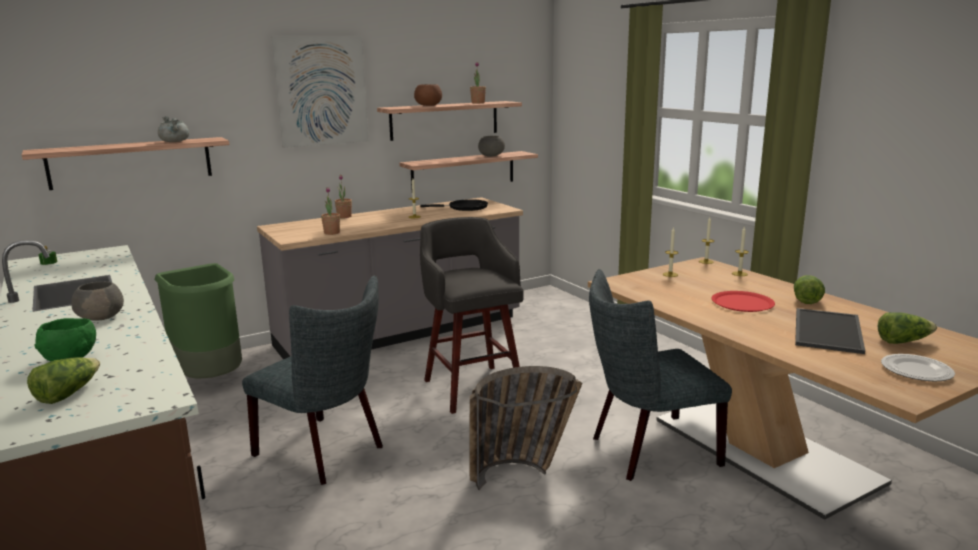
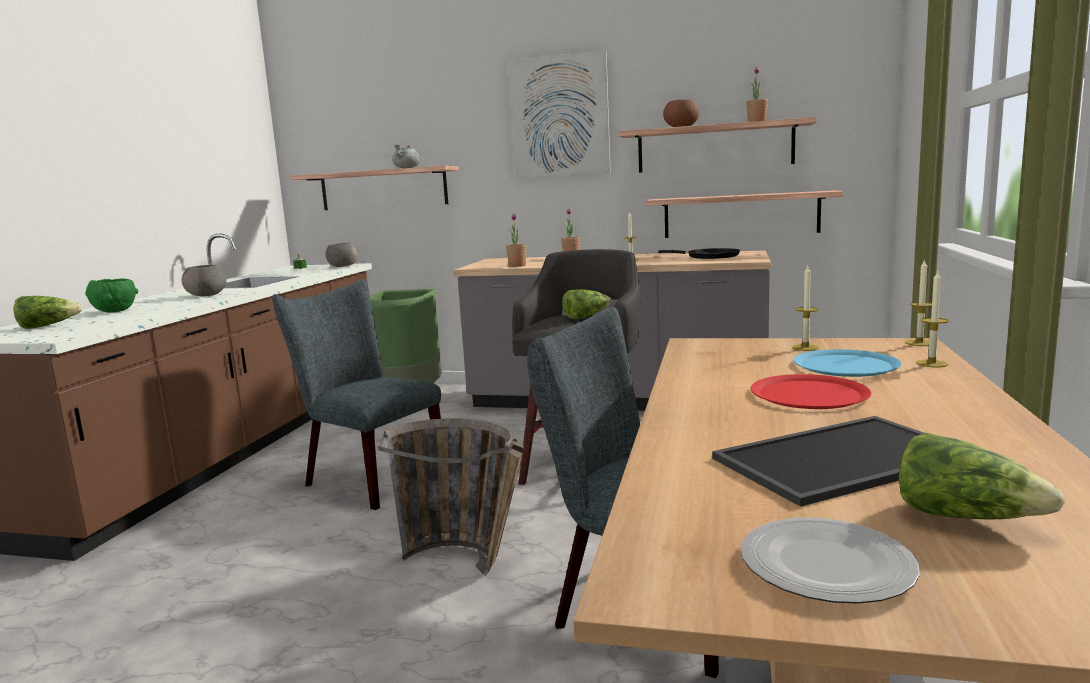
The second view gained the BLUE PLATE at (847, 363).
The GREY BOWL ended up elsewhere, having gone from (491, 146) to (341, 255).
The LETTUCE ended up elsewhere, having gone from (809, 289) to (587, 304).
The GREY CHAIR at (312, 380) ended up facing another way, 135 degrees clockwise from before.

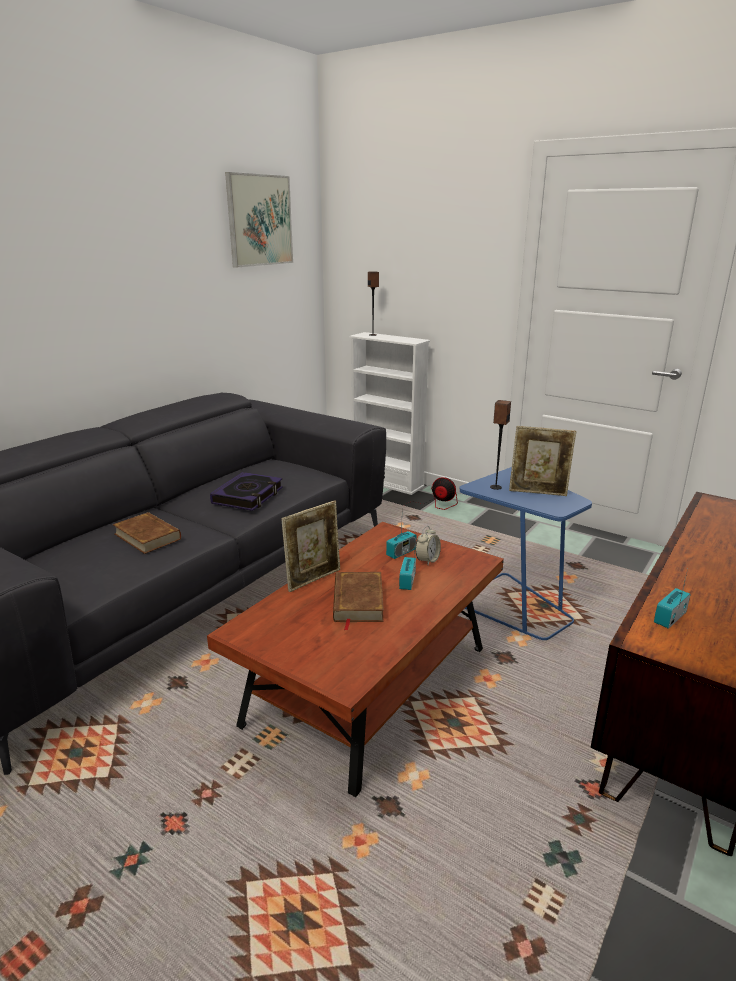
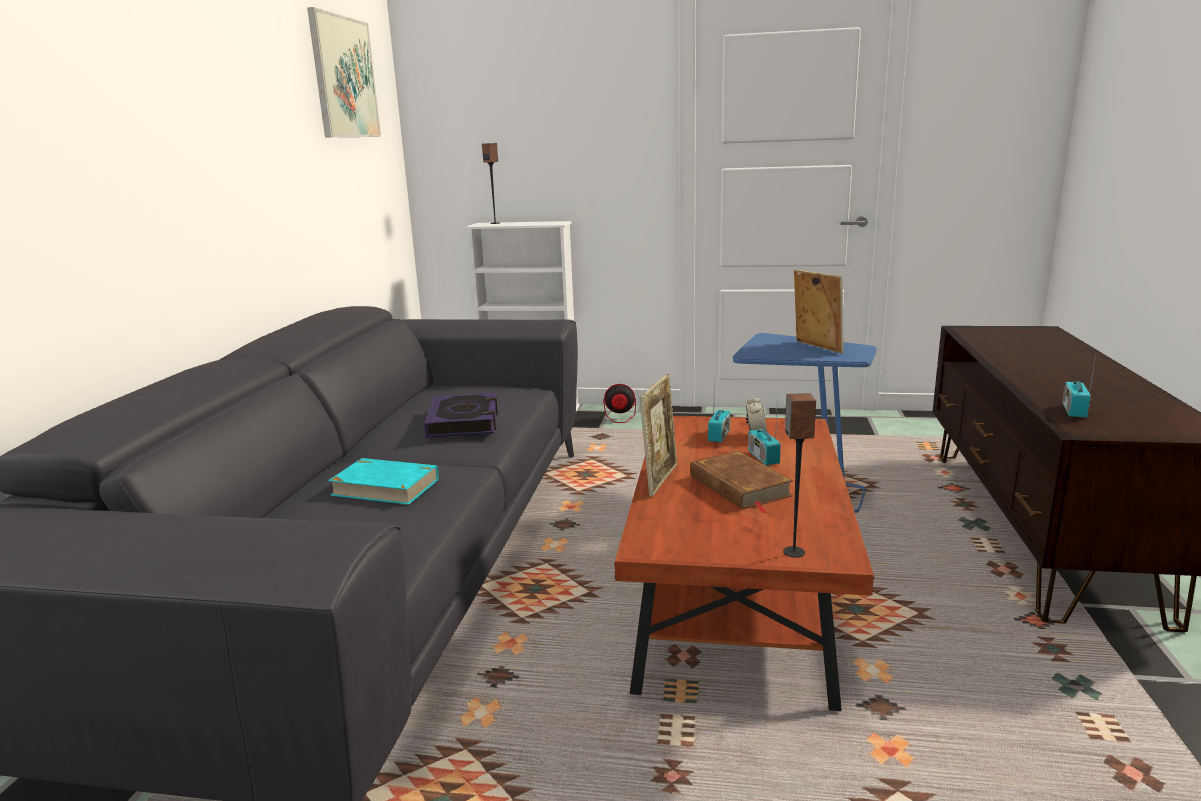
The SPEAKER ended up elsewhere, having gone from (500, 445) to (799, 475).
What was the BROWN BOOK at (147, 533) turned into the TURQUOISE BOOK at (383, 481).
The PICTURE FRAME at (542, 461) ended up facing another way, 105 degrees counterclockwise from before.

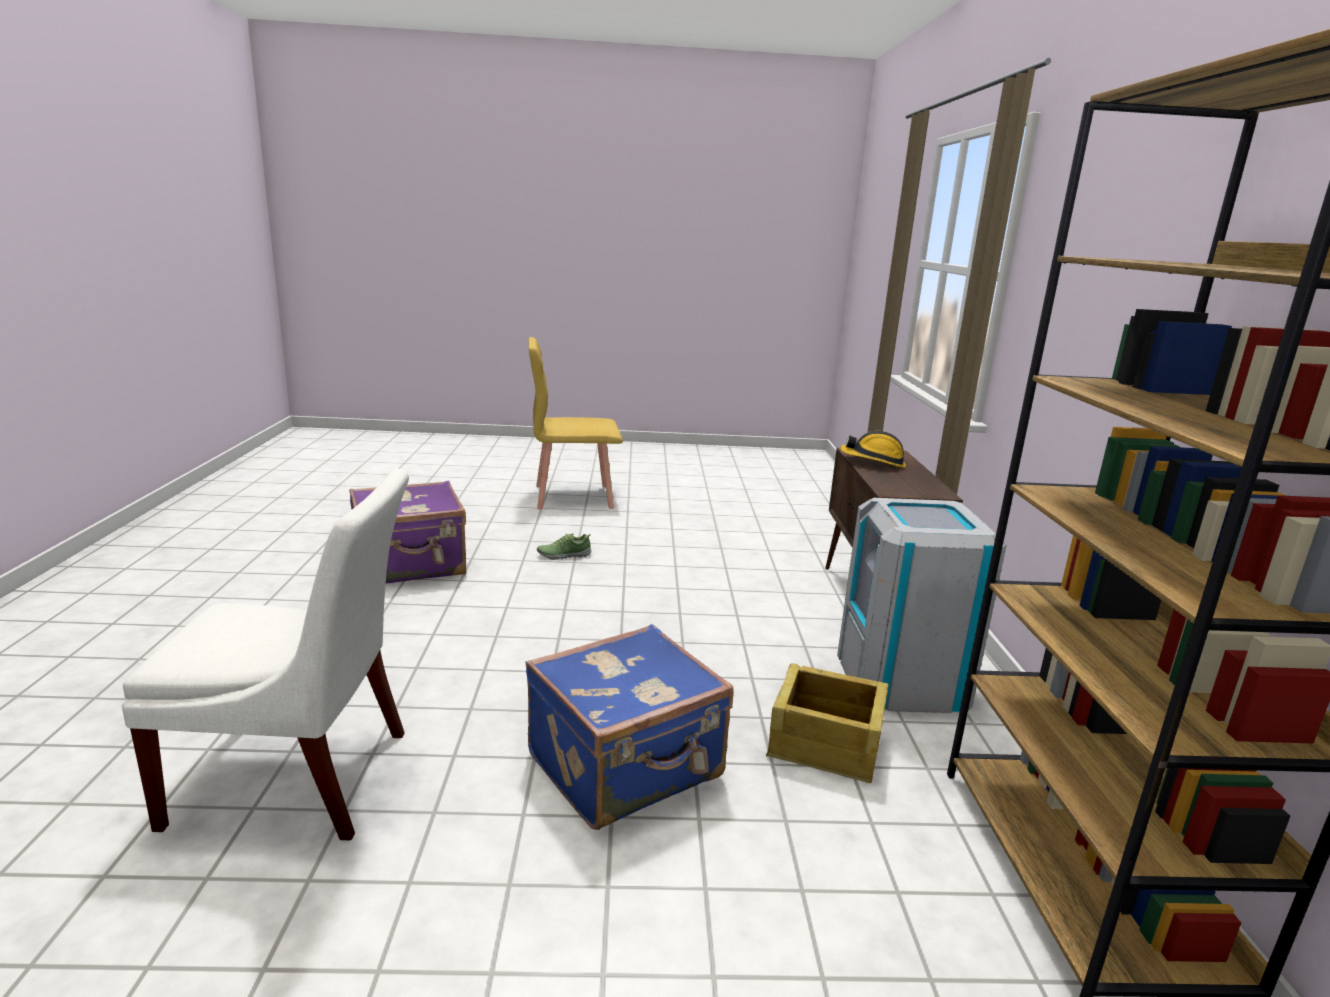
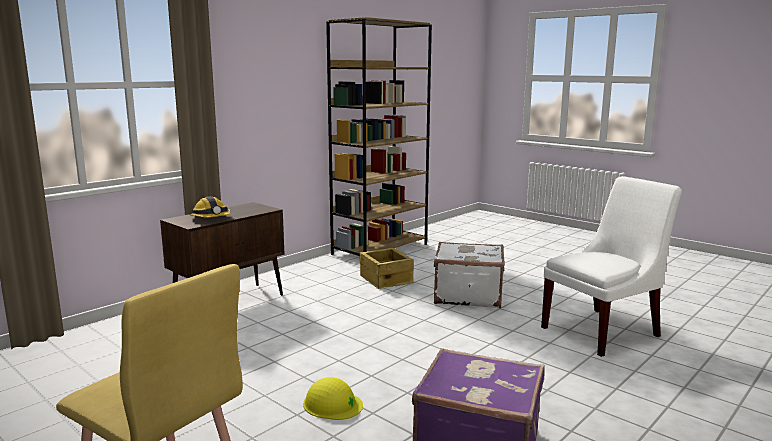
The second view lost the GREY TRASH CAN at (922, 605).
Where the SHOE stood at (564, 546), the YELLOW HARD HAT came to stand at (333, 398).
What was the BLUE SUITCASE at (630, 727) turned into the WHITE SUITCASE at (469, 275).
The WHITE CHAIR at (265, 654) ended up facing another way, 105 degrees clockwise from before.

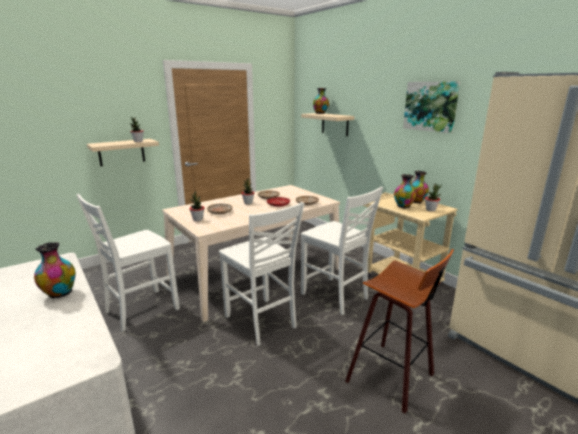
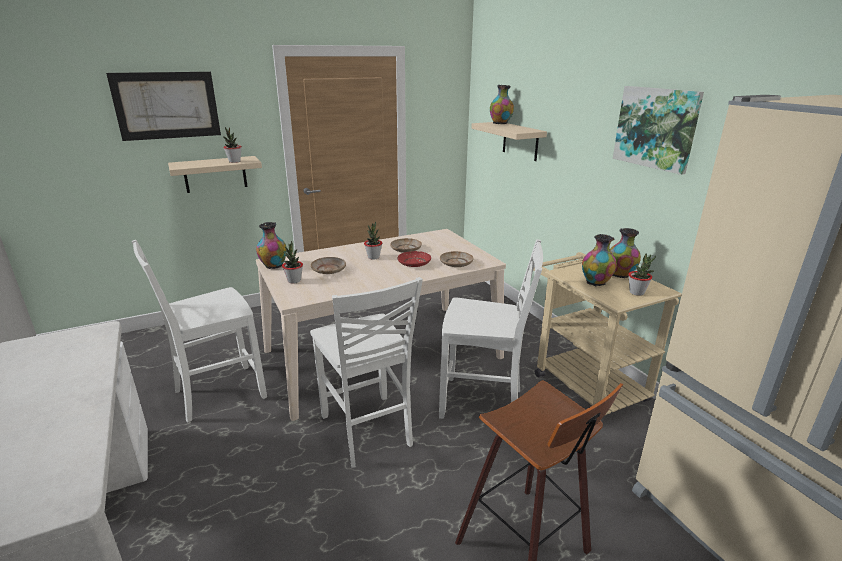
The second view gained the PICTURE at (163, 106).
The VASE ended up elsewhere, having gone from (55, 270) to (271, 245).
The WHITE CHAIR at (342, 250) ended up facing another way, 45 degrees counterclockwise from before.

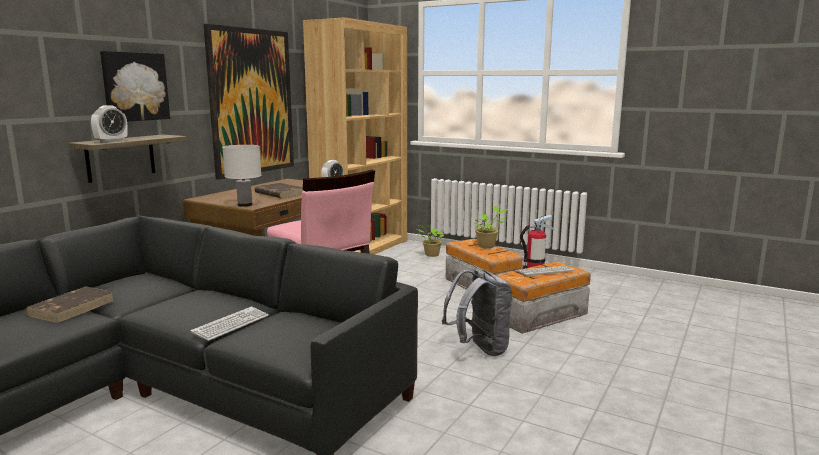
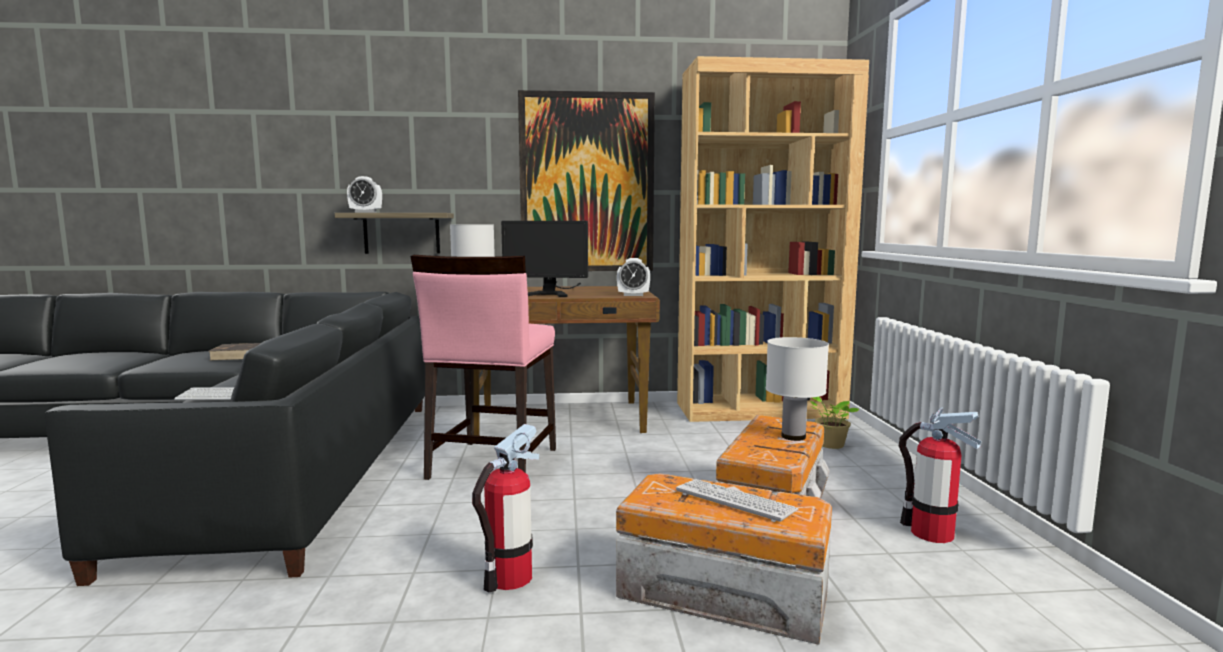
The second view lost the PICTURE at (135, 86).
Where the BROWN BOOK stood at (278, 191), the MONITOR came to stand at (544, 259).
Where the GREY BACKPACK stood at (477, 312), the FIRE EXTINGUISHER came to stand at (505, 508).
Where the POTTED PLANT stood at (491, 227), the WHITE TABLE LAMP came to stand at (797, 389).

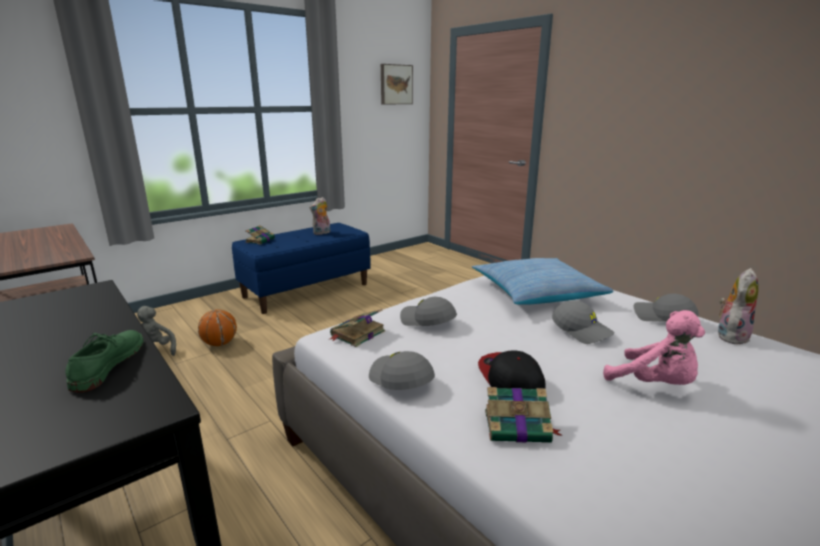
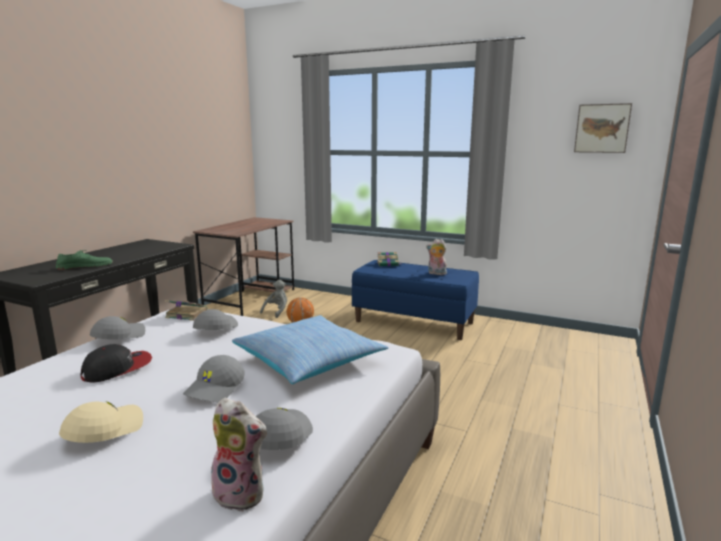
The second view lost the BOOK at (523, 415).
Where the PINK PLUSH TOY stood at (654, 347), the BEIGE CAP came to stand at (101, 422).

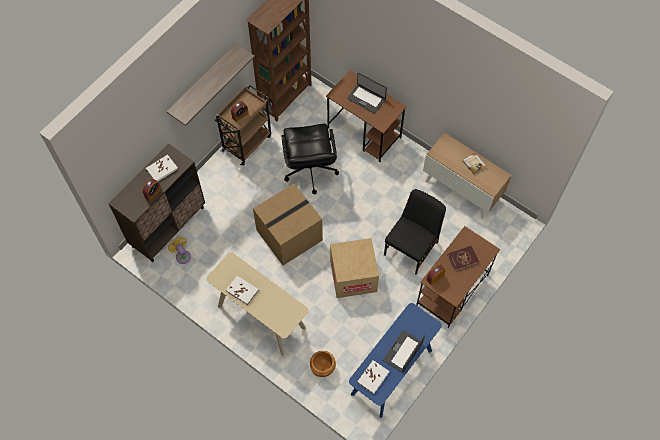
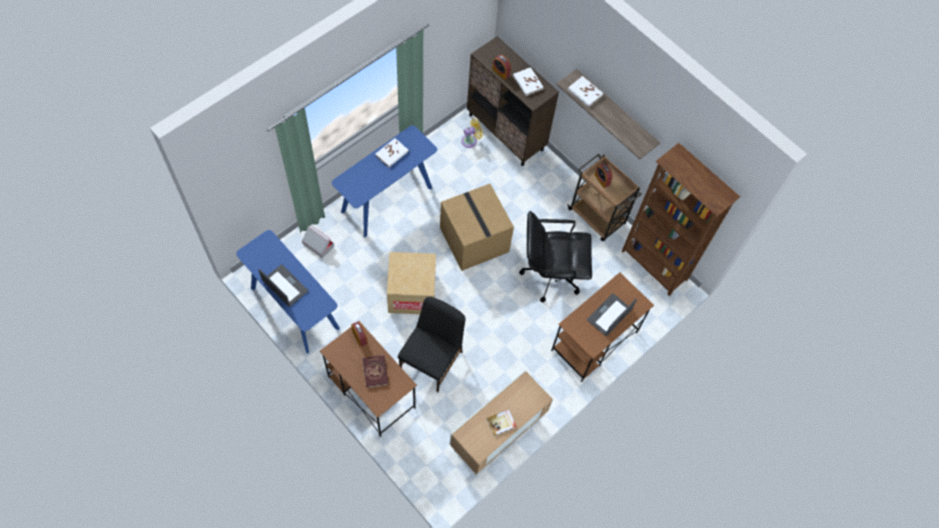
The WHITE BOOK ended up elsewhere, having gone from (373, 377) to (586, 91).
Where the BROWN PLANTER stood at (323, 364), the CARDBOARD BOX came to stand at (318, 242).
What was the BEIGE CONSOLE TABLE at (257, 304) turned into the BLUE CONSOLE TABLE at (384, 181).
The BLACK CHAIR at (415, 232) ended up facing another way, 105 degrees counterclockwise from before.

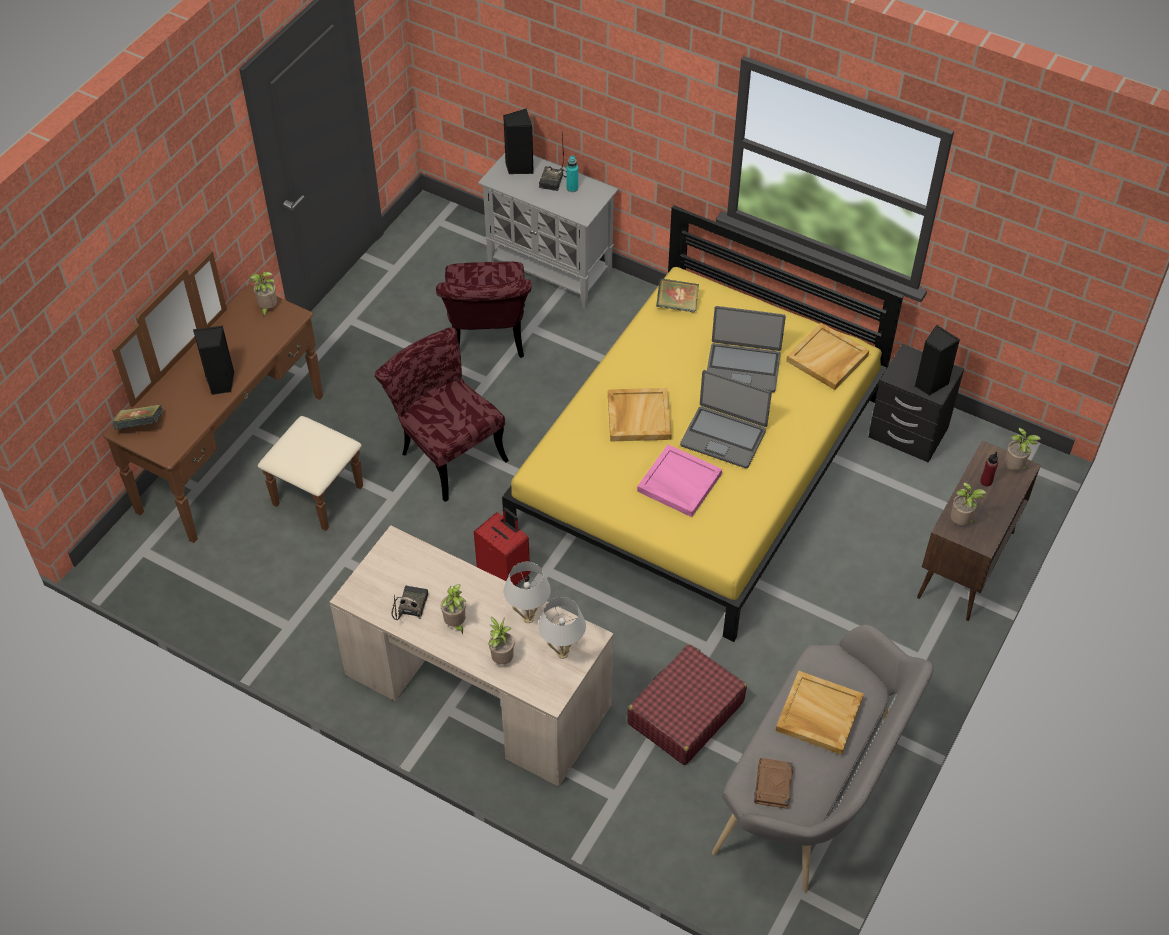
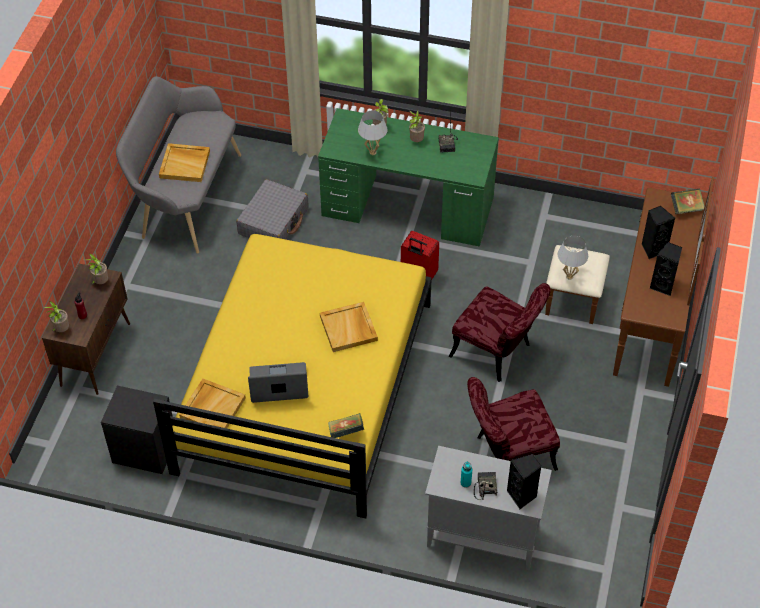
The second view lost the POTTED PLANT at (263, 295).
The second view lost the PINK TRAY at (679, 480).
The second view lost the LAPTOP at (726, 419).
The second view lost the BROWN BOOK at (773, 783).
The WHITE TABLE LAMP ended up elsewhere, having gone from (562, 628) to (573, 258).
The BLACK SPEAKER ended up elsewhere, having gone from (937, 360) to (666, 269).
What was the BEIGE DESK at (471, 656) turned into the GREEN DESK at (408, 177).
What was the RED SUITCASE at (687, 704) turned into the GREY SUITCASE at (272, 209).
The RED CHAIR at (484, 310) ended up facing another way, 90 degrees counterclockwise from before.

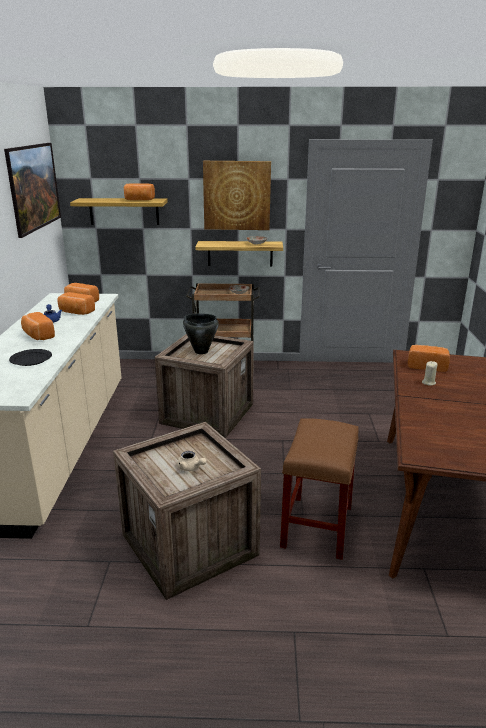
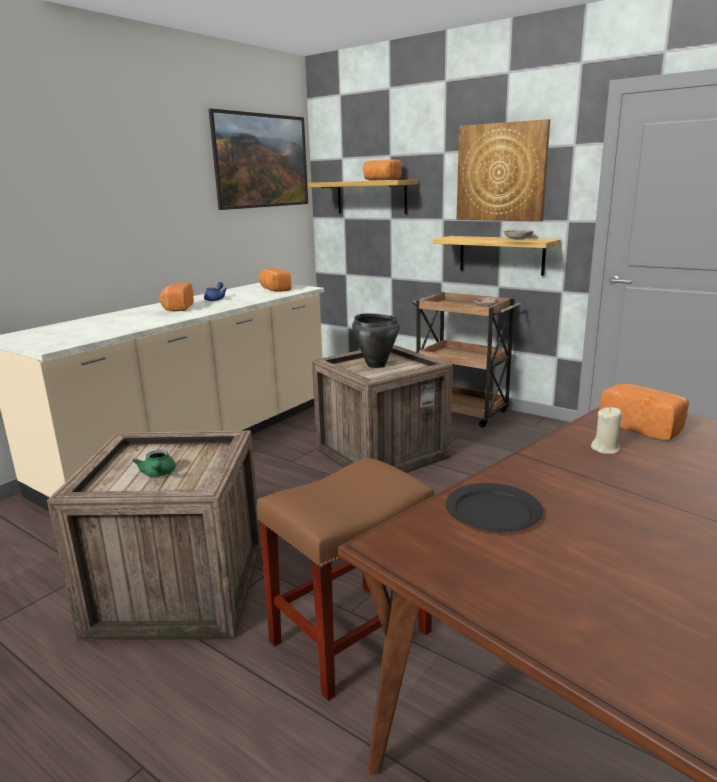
The second view lost the BREAD at (76, 303).
The BLACK PLATE ended up elsewhere, having gone from (30, 357) to (494, 507).
What was the BEIGE TEAPOT at (192, 461) turned into the GREEN TEAPOT at (154, 463).

